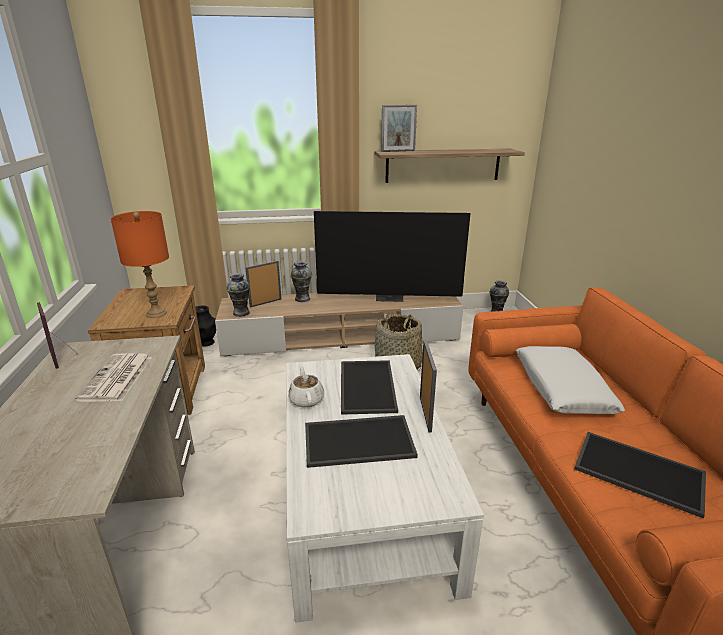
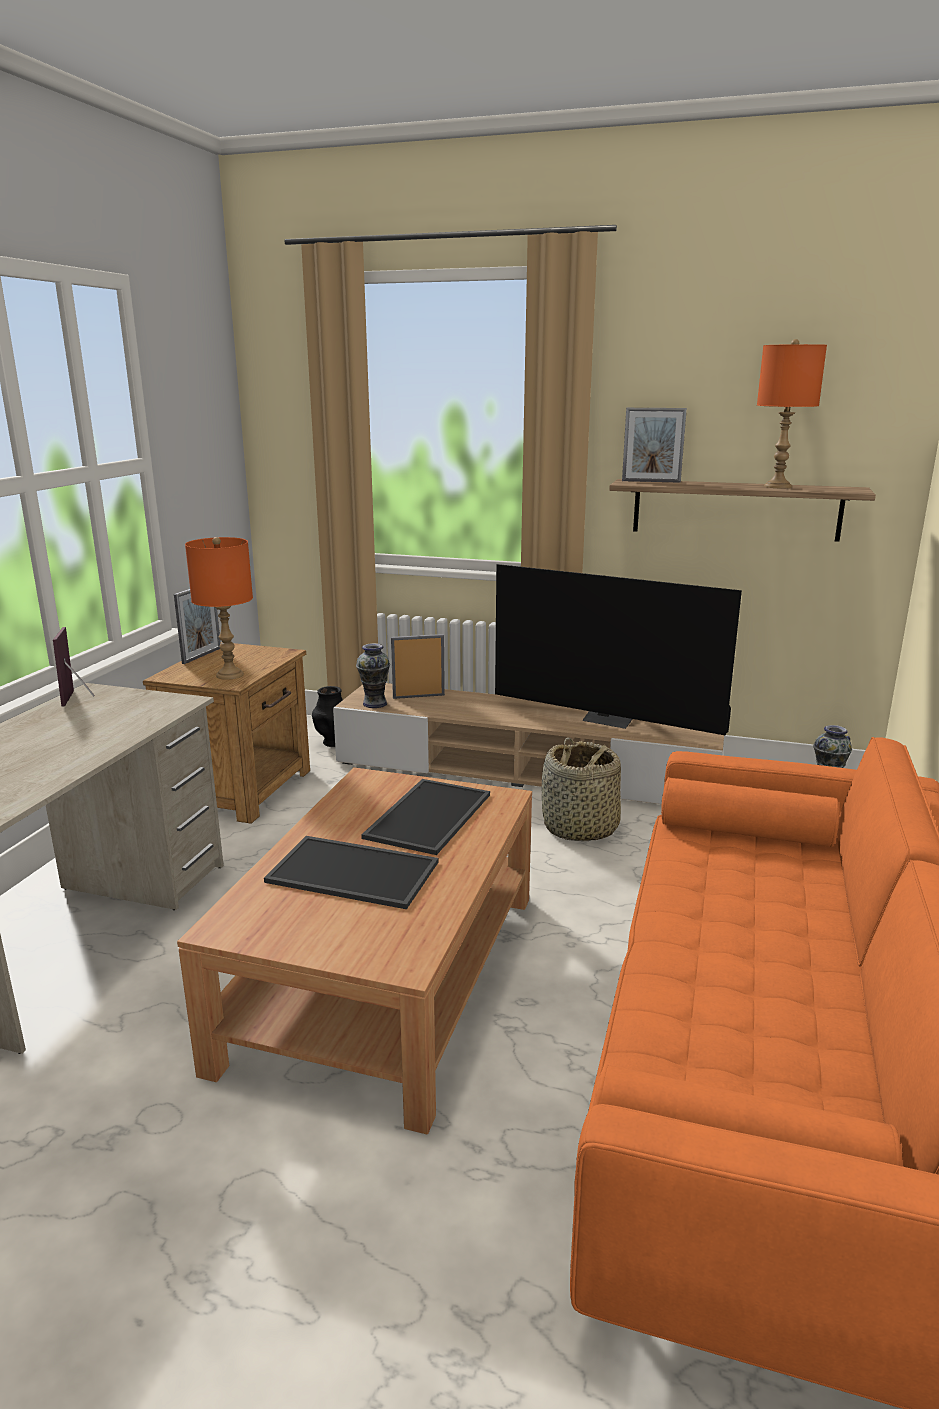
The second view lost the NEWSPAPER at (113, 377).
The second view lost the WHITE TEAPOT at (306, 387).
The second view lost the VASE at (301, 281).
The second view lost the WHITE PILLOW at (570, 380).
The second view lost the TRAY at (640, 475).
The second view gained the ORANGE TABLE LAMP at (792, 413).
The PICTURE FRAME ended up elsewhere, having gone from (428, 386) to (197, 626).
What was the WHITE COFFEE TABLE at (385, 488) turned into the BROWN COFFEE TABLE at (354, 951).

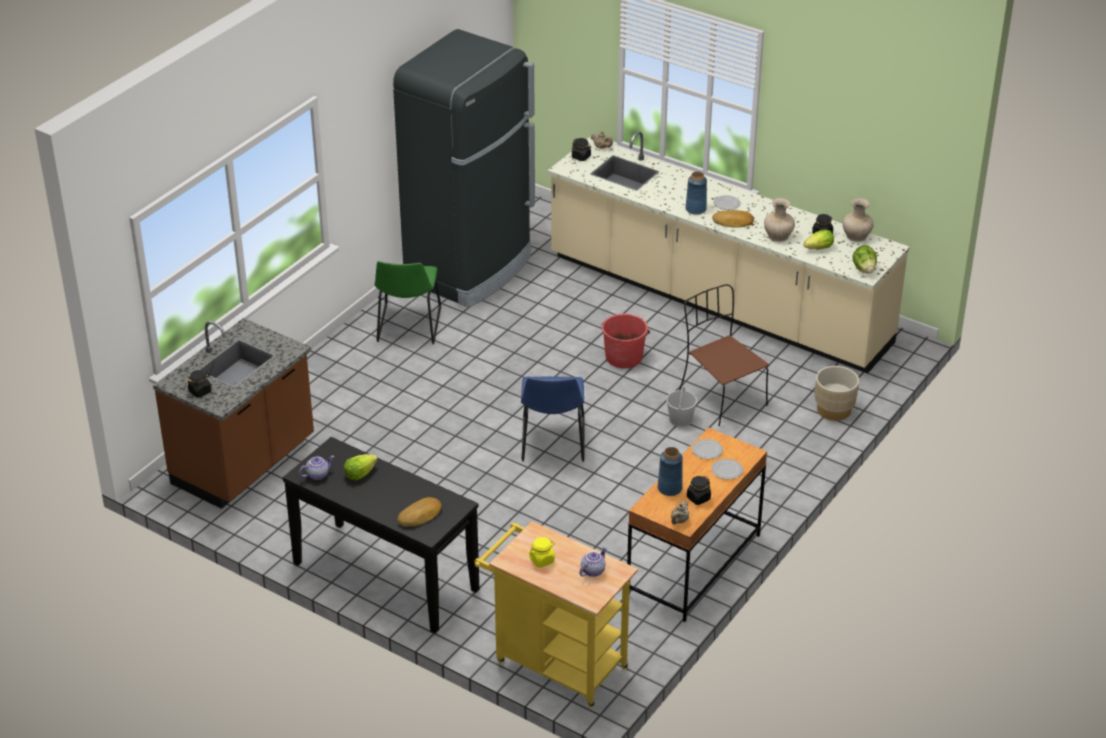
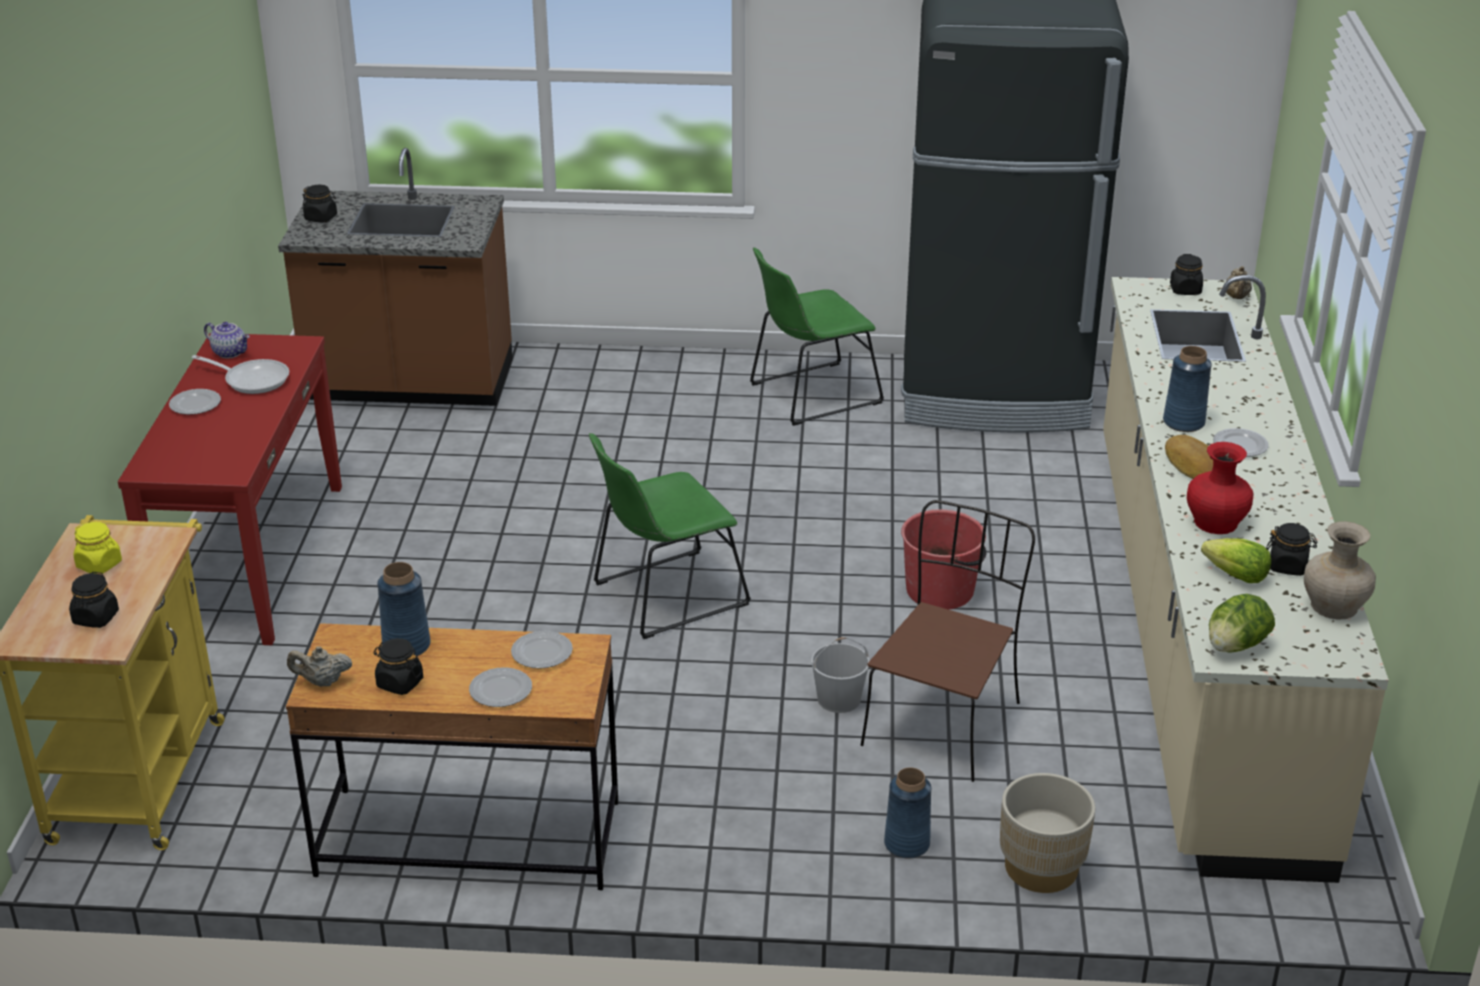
The second view lost the BREAD at (419, 512).
The second view gained the PLATE at (195, 402).
The second view gained the BLUE VASE at (907, 813).
Where the LETTUCE stood at (361, 467), the FRYING PAN came to stand at (240, 374).
Where the TEAPOT stood at (593, 562), the BLACK JAR came to stand at (94, 600).
What was the BLACK CONSOLE TABLE at (381, 535) turned into the RED CONSOLE TABLE at (230, 489).
What was the BLUE CHAIR at (553, 419) turned into the GREEN CHAIR at (670, 536).
What was the BEIGE VASE at (779, 220) turned into the RED VASE at (1220, 488).

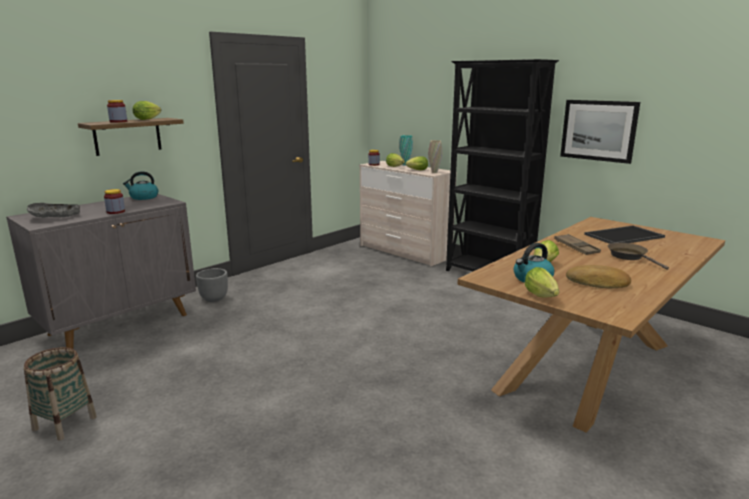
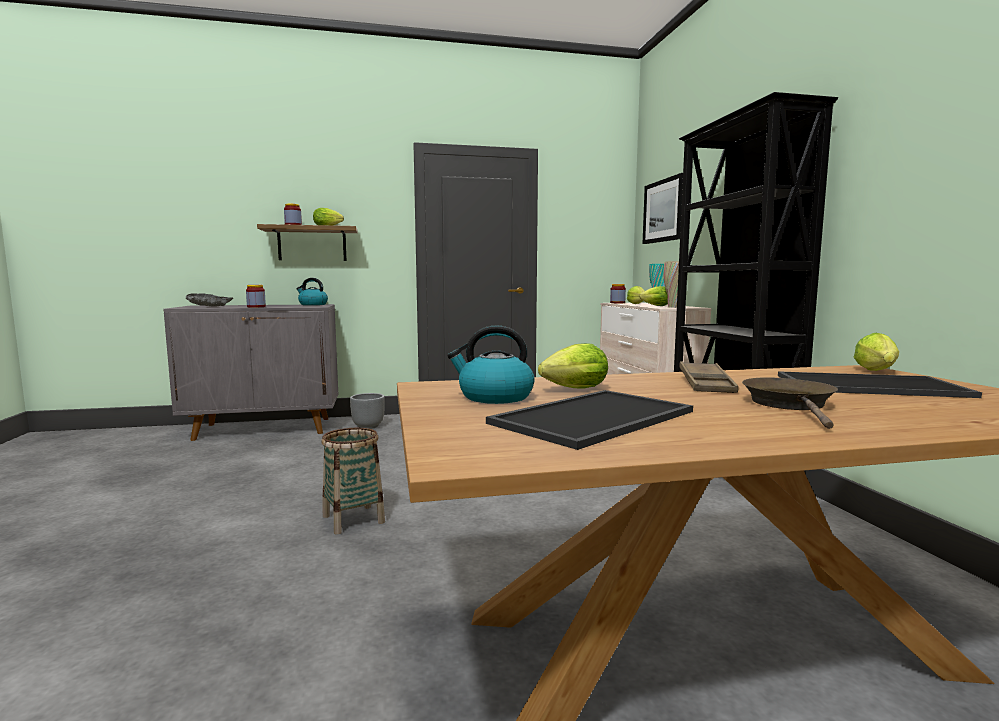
The BASKET ended up elsewhere, having gone from (60, 394) to (353, 481).
The LETTUCE ended up elsewhere, having gone from (542, 282) to (876, 352).
The PICTURE ended up elsewhere, having gone from (600, 132) to (662, 208).
Where the BREAD stood at (598, 276), the TRAY came to stand at (589, 420).

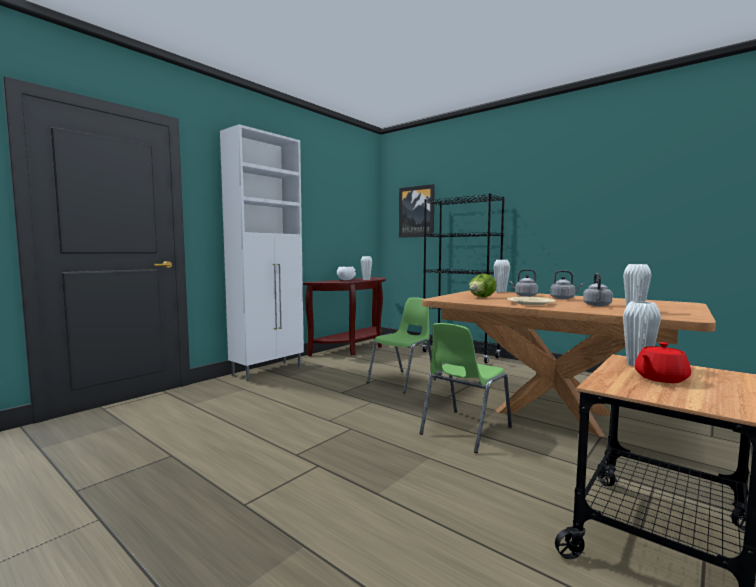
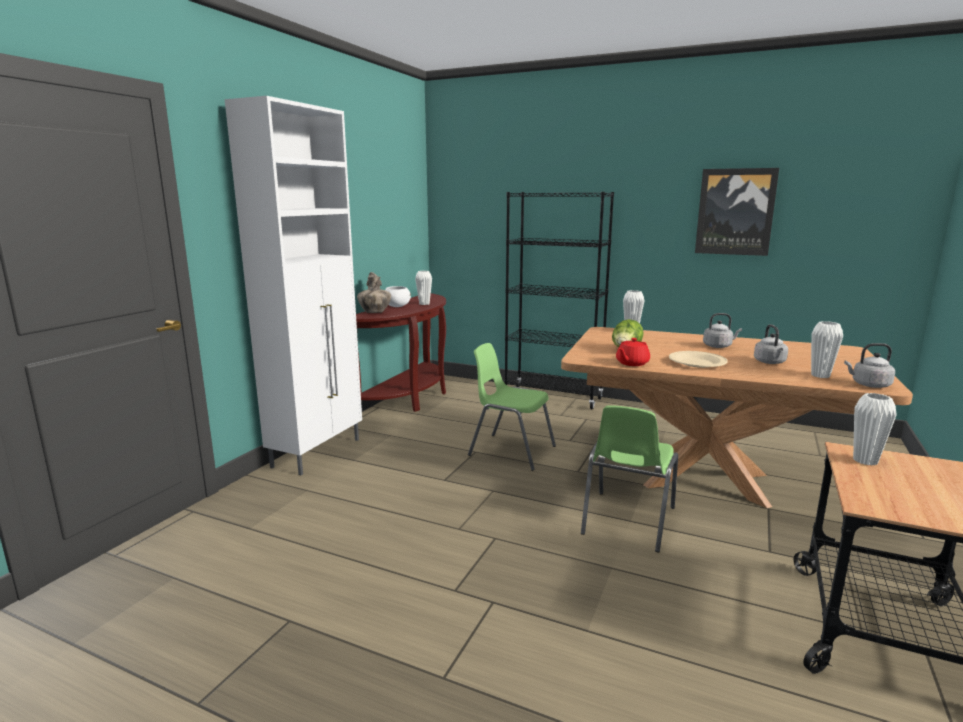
The second view gained the VASE at (374, 292).
The PICTURE ended up elsewhere, having gone from (417, 211) to (737, 212).
The GREY KETTLE ended up elsewhere, having gone from (523, 283) to (869, 365).
The RED TEAPOT ended up elsewhere, having gone from (662, 362) to (633, 352).
The GREEN CHAIR at (401, 345) ended up facing another way, 90 degrees counterclockwise from before.

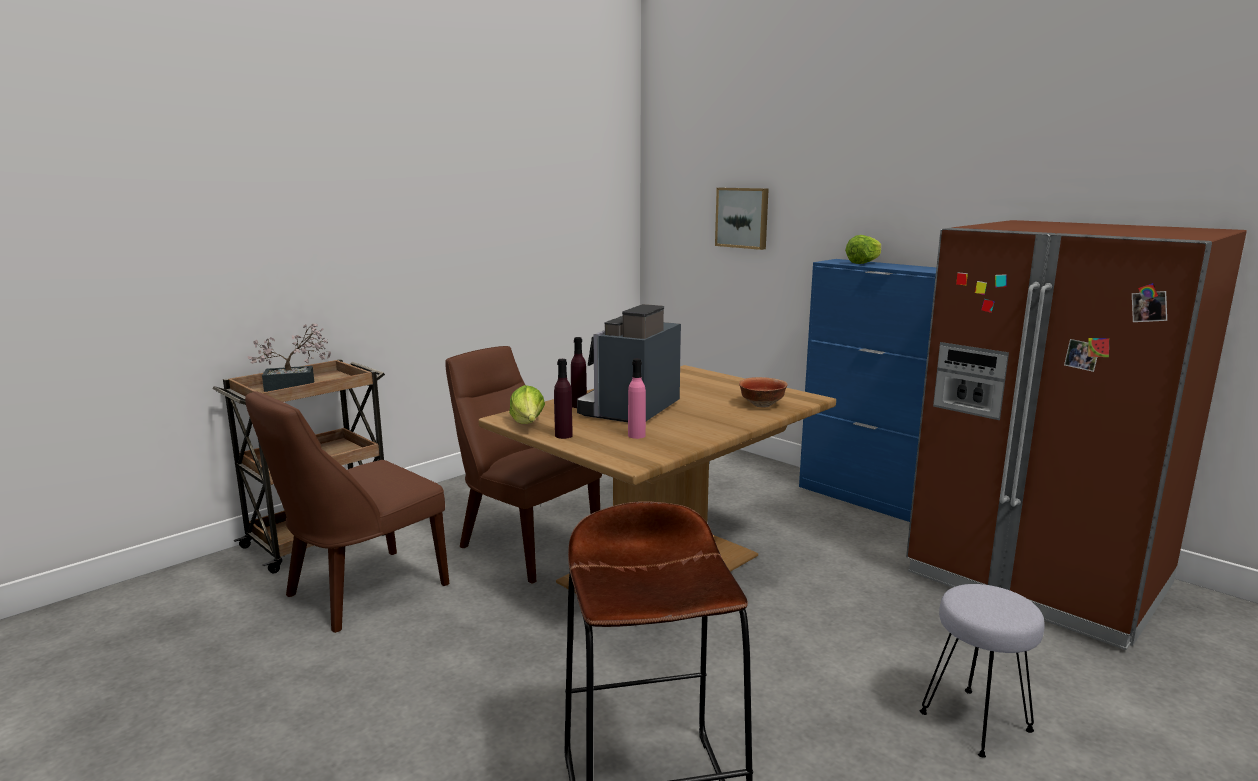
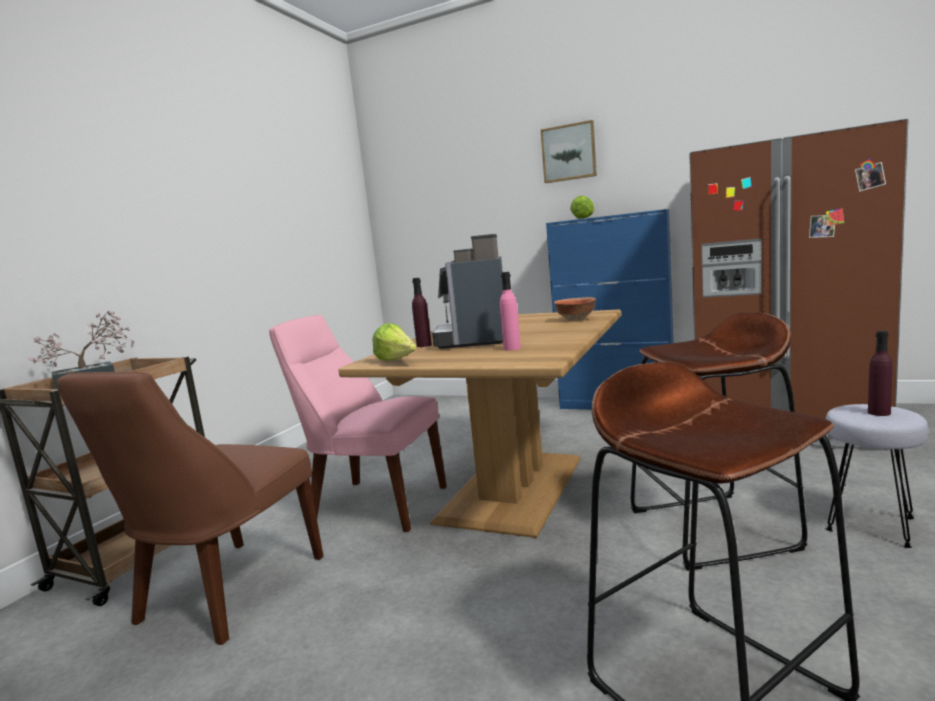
The second view gained the BROWN STOOL at (719, 441).
The PURPLE BOTTLE ended up elsewhere, having gone from (563, 399) to (880, 373).
The PICTURE ended up elsewhere, having gone from (742, 219) to (569, 151).
What was the BROWN CHAIR at (523, 465) turned into the PINK CHAIR at (358, 423).

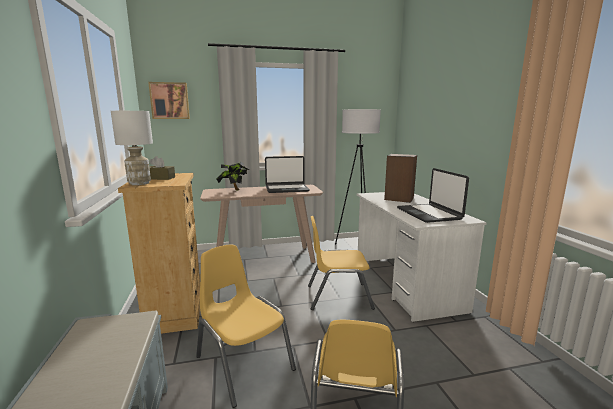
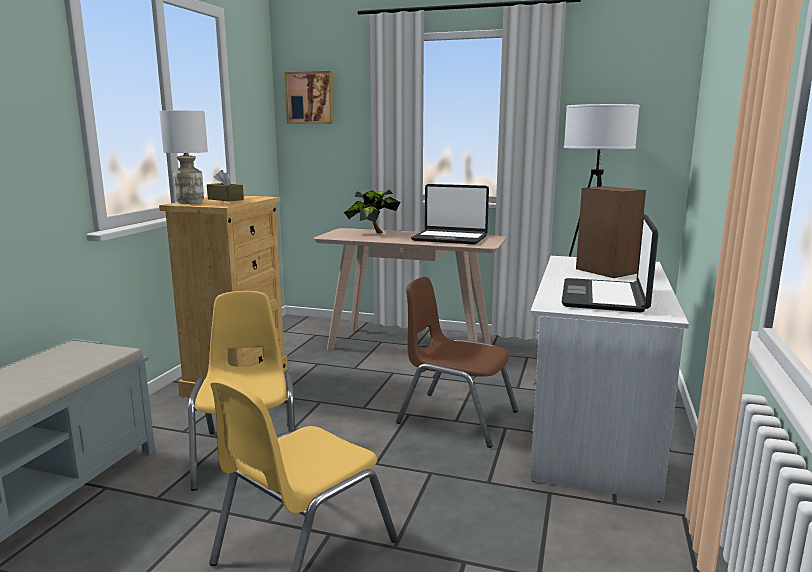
What was the YELLOW CHAIR at (341, 263) turned into the BROWN CHAIR at (457, 362).

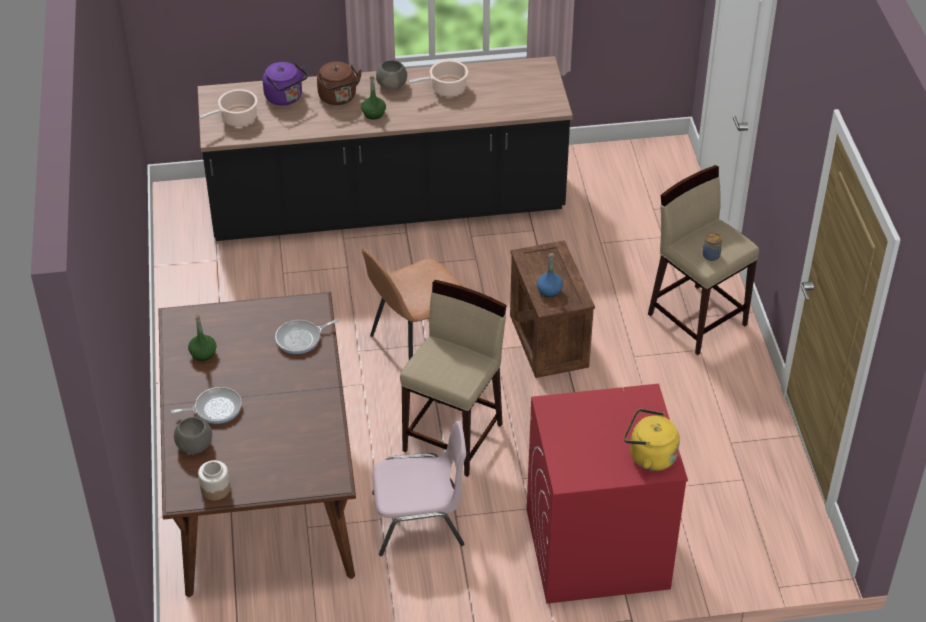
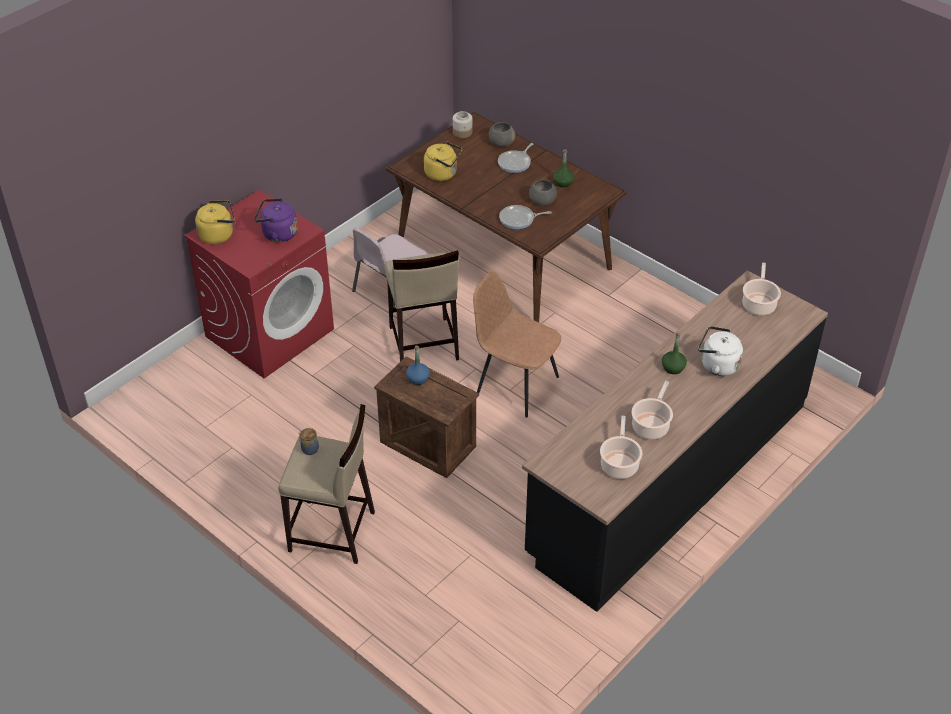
The second view gained the YELLOW KETTLE at (443, 161).
The second view gained the COOKING POT at (621, 447).
The PURPLE KETTLE ended up elsewhere, having gone from (285, 84) to (276, 220).
The GREY BOWL ended up elsewhere, having gone from (391, 75) to (543, 193).
What was the BROWN KETTLE at (339, 83) turned into the WHITE KETTLE at (720, 351).
The FRYING PAN at (307, 336) ended up facing another way, 120 degrees counterclockwise from before.
The BROWN CHAIR at (412, 304) ended up facing another way, 75 degrees counterclockwise from before.

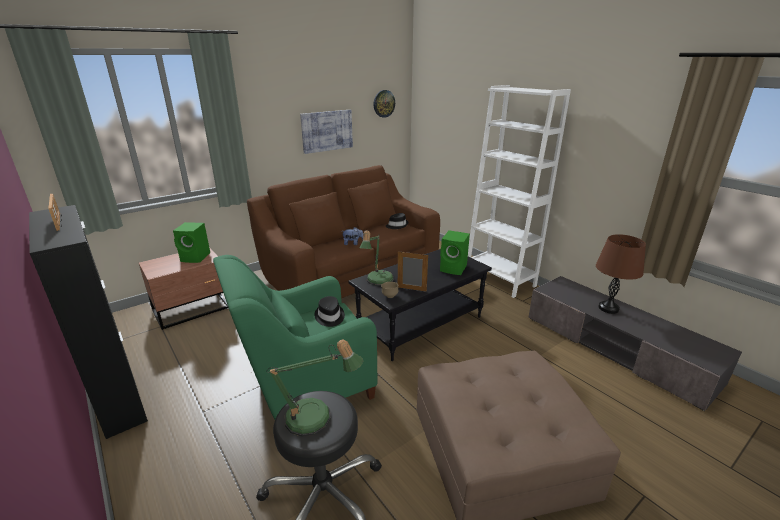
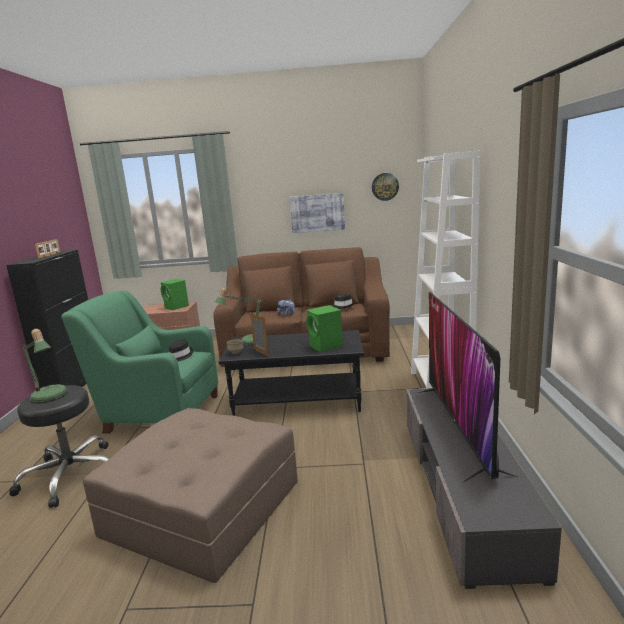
Where the BROWN TABLE LAMP stood at (621, 274), the TELEVISION came to stand at (468, 387).

